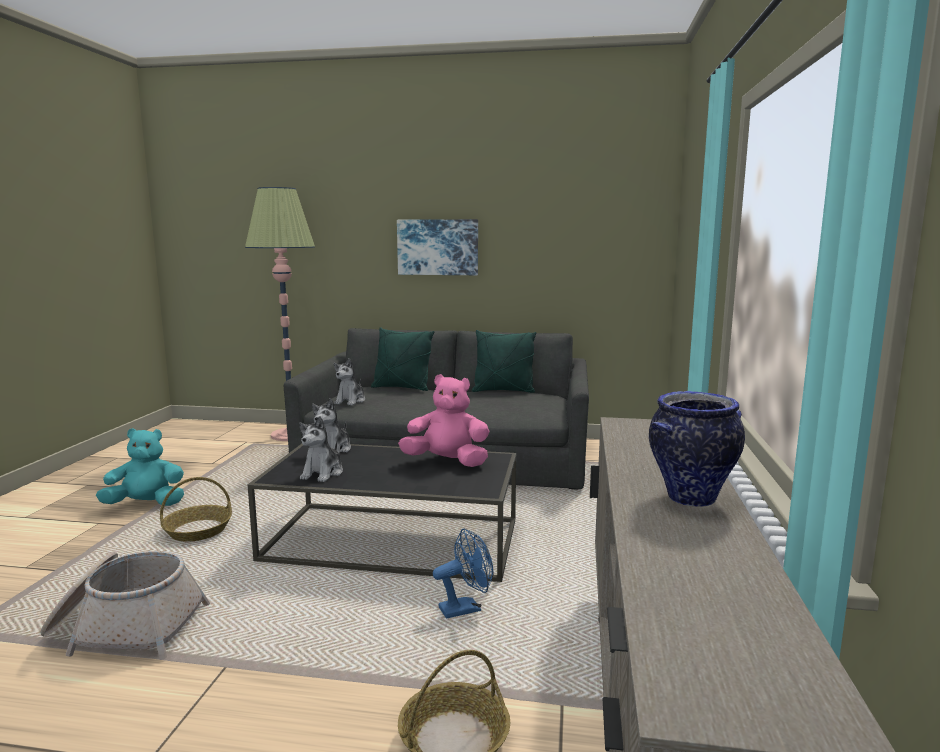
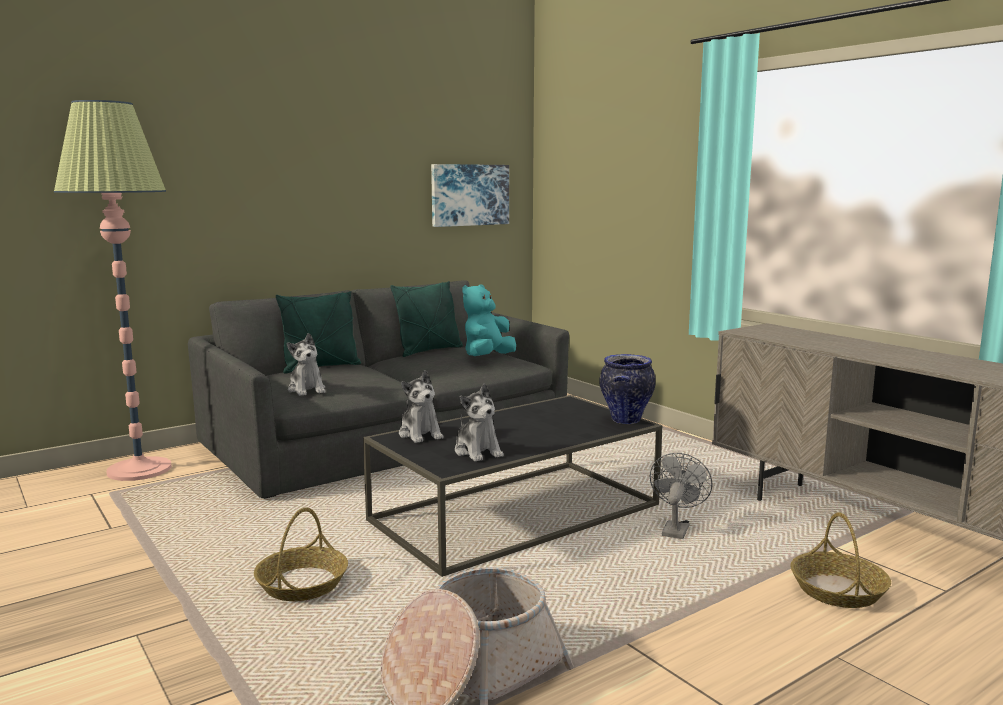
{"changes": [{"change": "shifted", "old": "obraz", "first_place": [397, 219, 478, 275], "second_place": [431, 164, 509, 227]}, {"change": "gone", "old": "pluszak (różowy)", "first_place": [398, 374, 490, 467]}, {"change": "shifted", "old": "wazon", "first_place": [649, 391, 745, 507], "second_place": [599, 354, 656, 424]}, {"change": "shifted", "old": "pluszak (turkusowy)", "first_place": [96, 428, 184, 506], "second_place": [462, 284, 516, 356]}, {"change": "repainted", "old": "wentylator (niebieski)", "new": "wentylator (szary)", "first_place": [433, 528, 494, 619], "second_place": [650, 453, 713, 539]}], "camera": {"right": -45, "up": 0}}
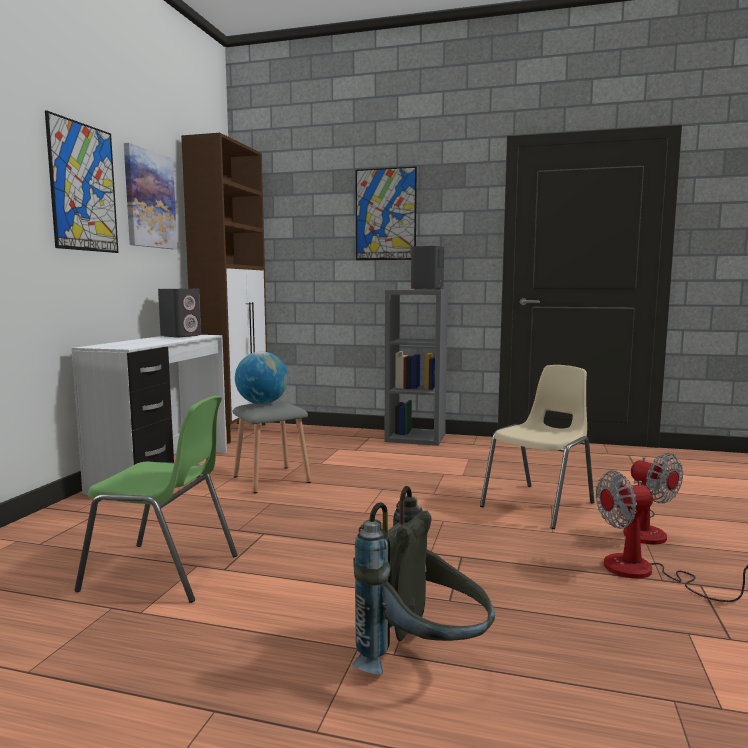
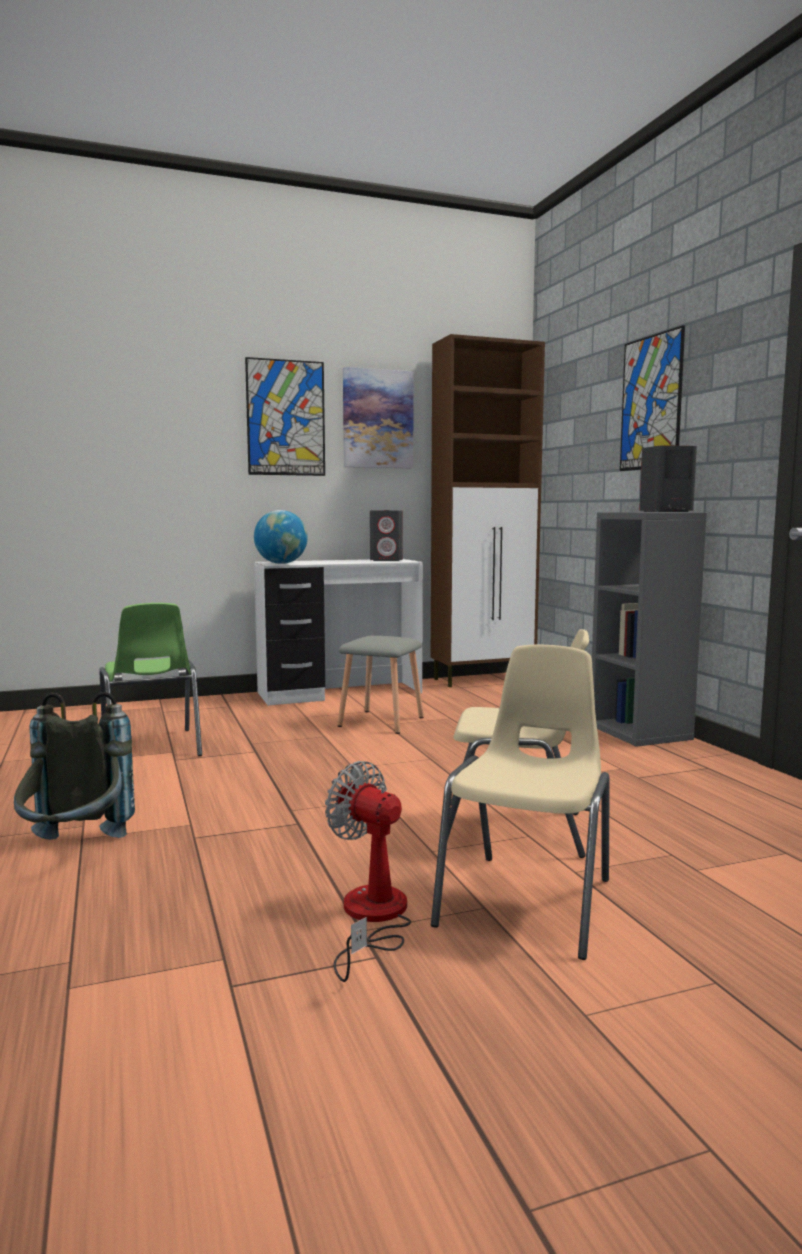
{"changes": [{"change": "shifted", "old": "globus", "first_place": [235, 351, 288, 404], "second_place": [254, 510, 308, 564]}, {"change": "swapped", "old": "wentylator", "new": "krzesło (beżowy)", "first_place": [618, 453, 683, 544], "second_place": [431, 645, 610, 960]}], "camera": {"right": 55, "up": 0}}
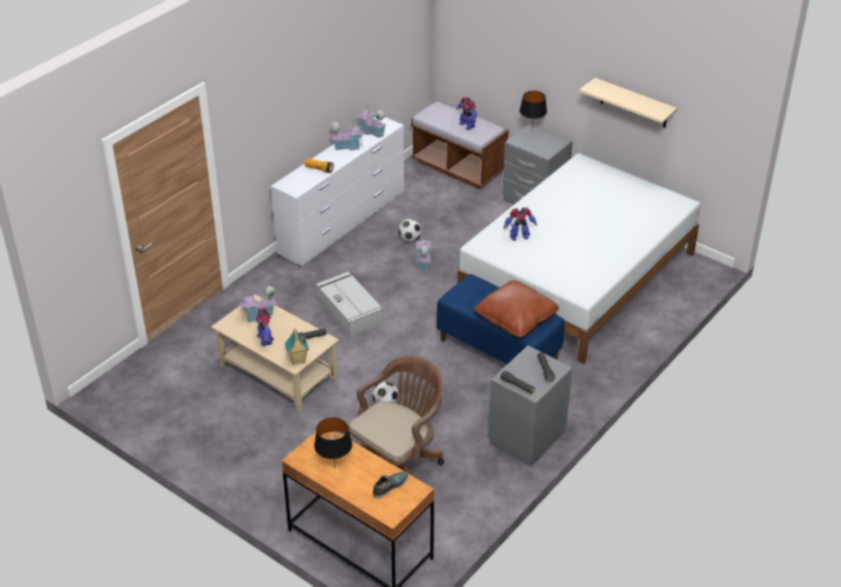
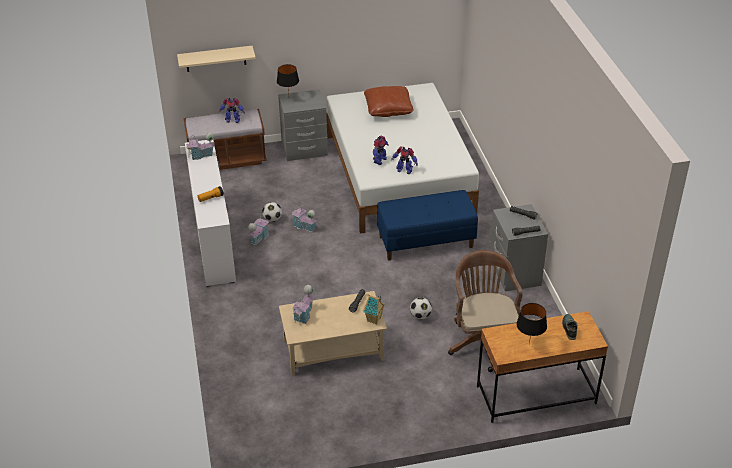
{"changes": [{"change": "shifted", "old": "półka (beżowy)", "first_place": [579, 78, 677, 128], "second_place": [177, 46, 256, 72]}, {"change": "shifted", "old": "domek", "first_place": [331, 119, 364, 151], "second_place": [248, 216, 269, 246]}, {"change": "gone", "old": "pojemnik do przechowywania (szary)", "first_place": [316, 272, 383, 337]}, {"change": "shifted", "old": "poduszka (brązowy)", "first_place": [474, 280, 559, 338], "second_place": [364, 86, 413, 117]}, {"change": "shifted", "old": "robot zabawkowy", "first_place": [256, 307, 274, 346], "second_place": [391, 146, 418, 174]}], "camera": {"right": -50, "up": 0}}
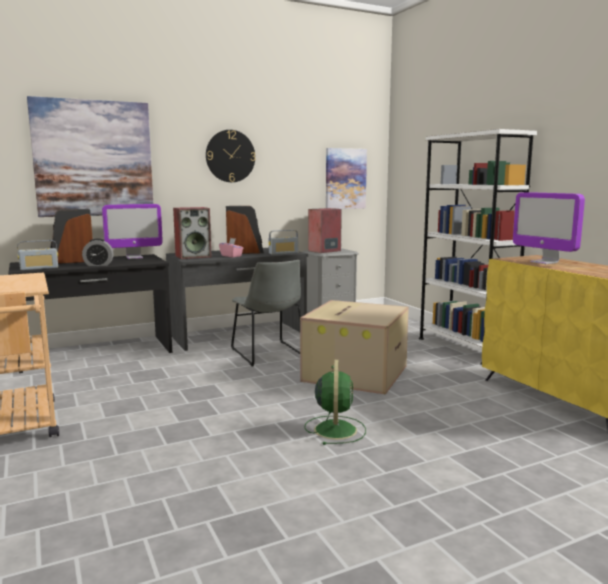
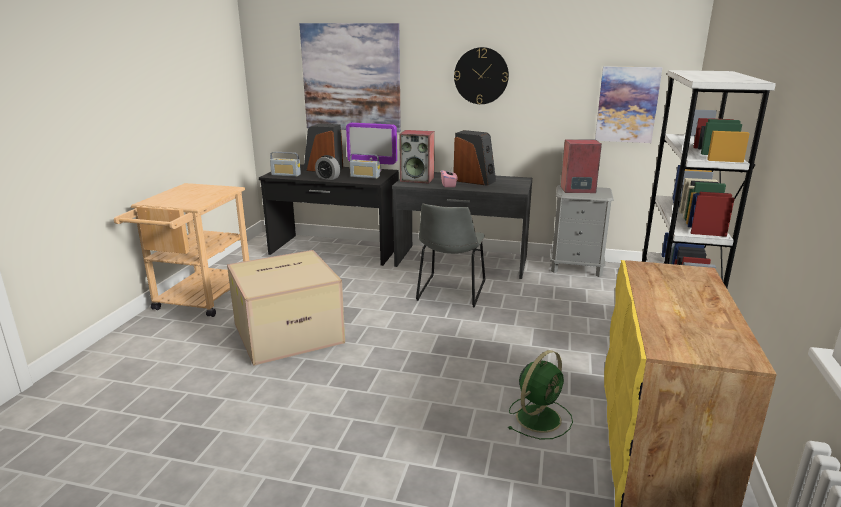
{"changes": [{"change": "gone", "old": "monitor", "first_place": [513, 192, 585, 264]}, {"change": "shifted", "old": "radio", "first_place": [269, 230, 298, 255], "second_place": [350, 153, 380, 179]}, {"change": "shifted", "old": "karton", "first_place": [300, 300, 409, 395], "second_place": [227, 250, 345, 366]}, {"change": "shifted", "old": "wentylator (zielony)", "first_place": [304, 360, 366, 445], "second_place": [508, 350, 573, 440]}], "camera": {"right": 40, "up": 10}}
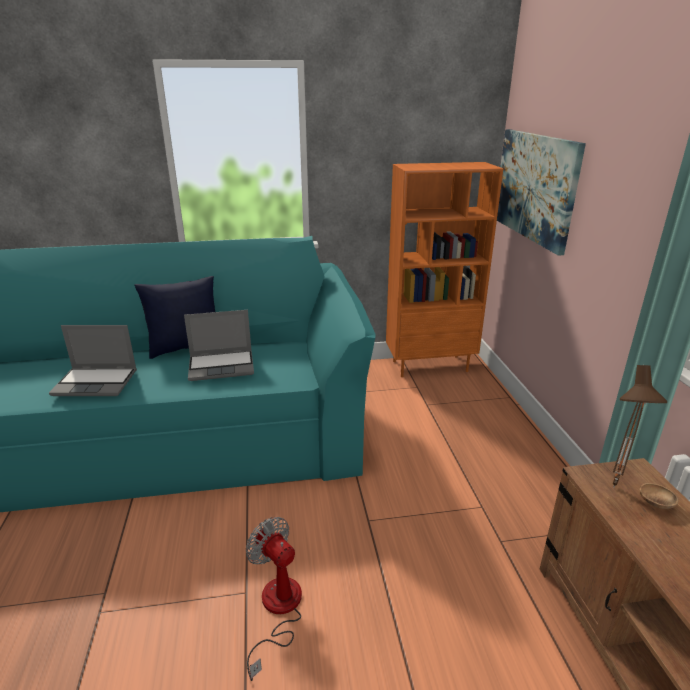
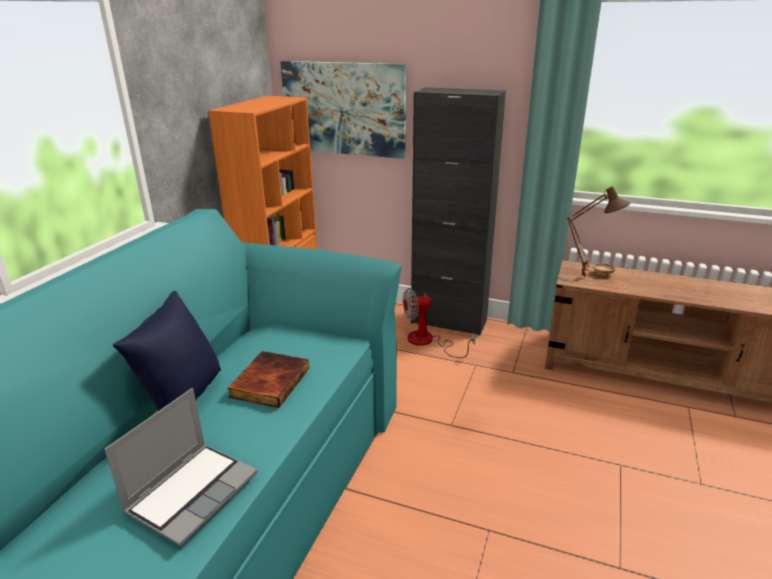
{"changes": [{"change": "swapped", "old": "laptop", "new": "książka", "first_place": [184, 310, 254, 381], "second_place": [227, 351, 309, 408]}, {"change": "shifted", "old": "wentylator", "first_place": [246, 517, 302, 681], "second_place": [403, 288, 476, 358]}, {"change": "new", "new": "szafka (czarny)", "second_place": [411, 87, 506, 336]}], "camera": {"right": -60, "up": 0}}
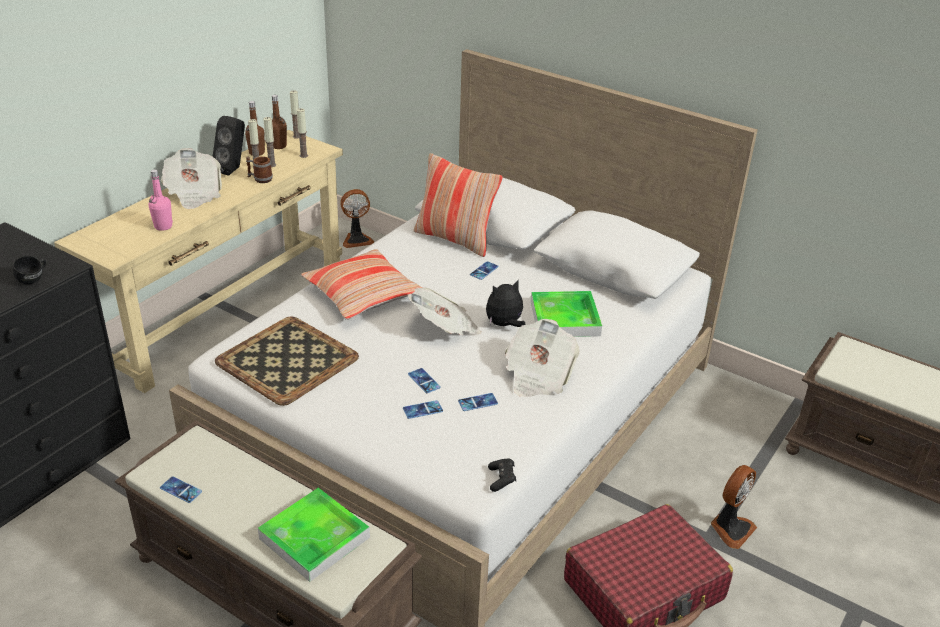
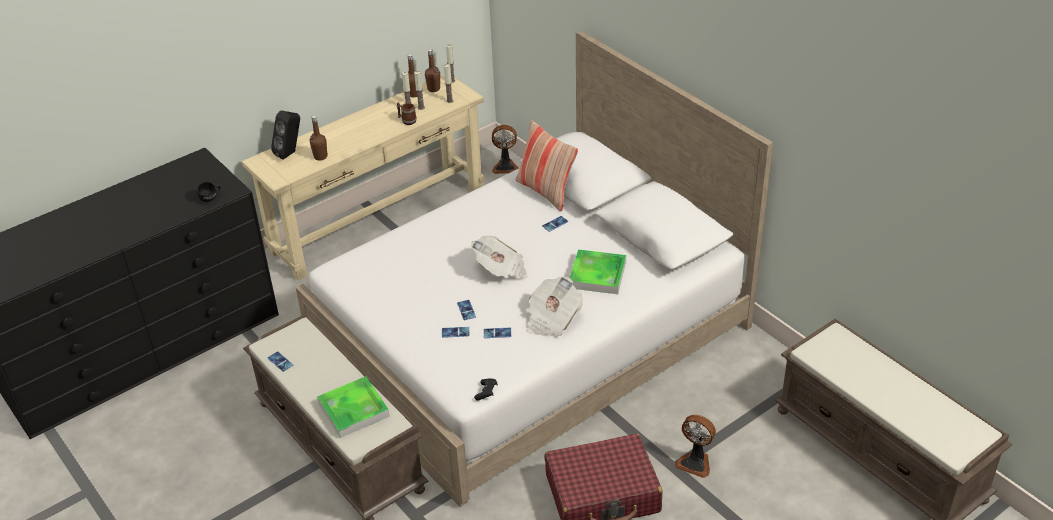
{"changes": [{"change": "shifted", "old": "głośnik (czarny)", "first_place": [213, 116, 245, 176], "second_place": [271, 110, 300, 160]}, {"change": "gone", "old": "gazeta", "first_place": [161, 148, 222, 209]}, {"change": "repainted", "old": "butelka (różowy)", "new": "butelka (brązowy)", "first_place": [148, 169, 173, 231], "second_place": [310, 115, 328, 160]}, {"change": "gone", "old": "poduszka", "first_place": [301, 249, 422, 320]}, {"change": "gone", "old": "pluszak", "first_place": [486, 280, 526, 327]}, {"change": "gone", "old": "taca", "first_place": [215, 316, 359, 406]}, {"change": "rotated", "old": "wentylator", "first_place": [711, 465, 757, 549], "second_place": [675, 415, 716, 478], "degrees": 60}], "camera": {"right": 20, "up": 5}}
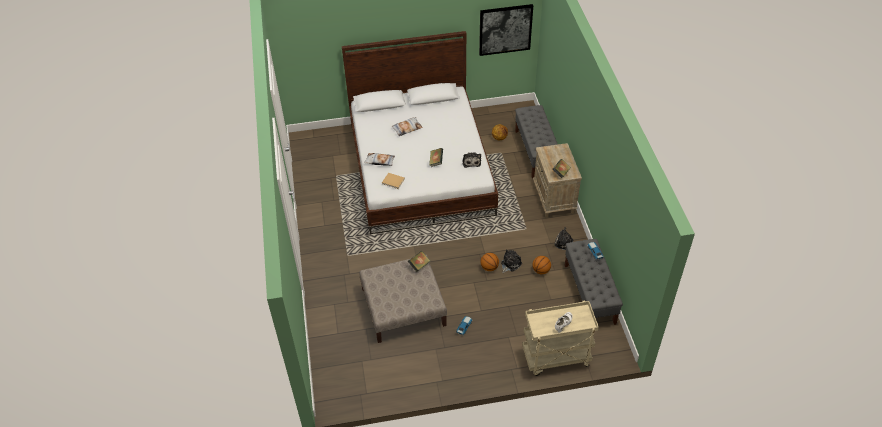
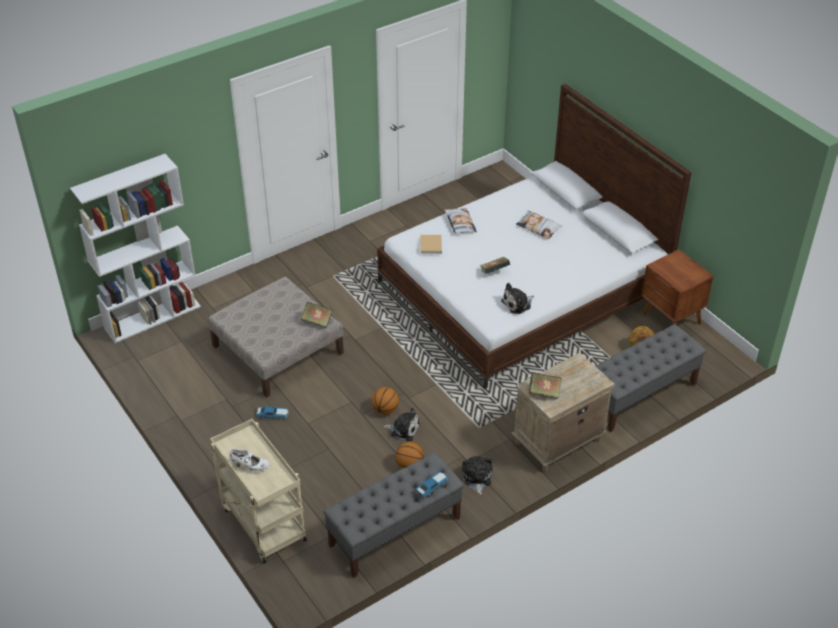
{"changes": [{"change": "gone", "old": "obraz", "first_place": [479, 4, 533, 56]}, {"change": "new", "new": "regał (biały)", "second_place": [70, 154, 201, 343]}, {"change": "new", "new": "szafka nocna (brązowy)", "second_place": [641, 249, 714, 325]}], "camera": {"right": 65, "up": -5}}
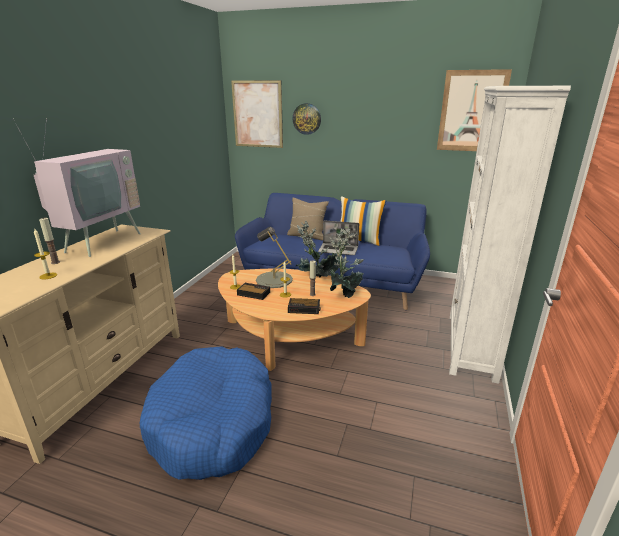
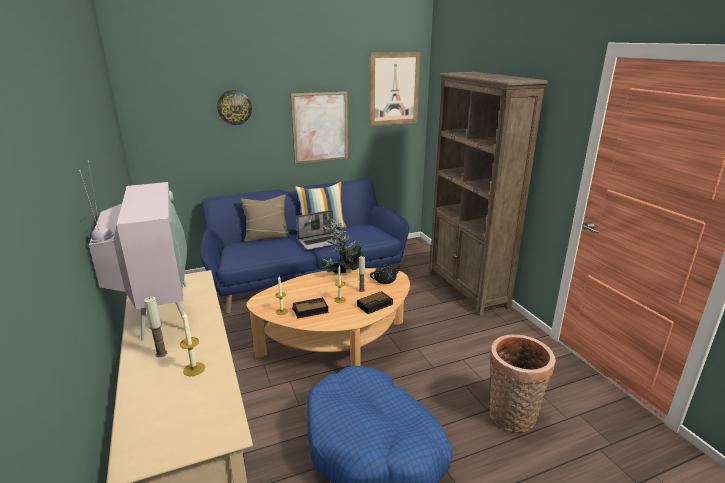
{"changes": [{"change": "shifted", "old": "obraz", "first_place": [231, 80, 283, 148], "second_place": [290, 91, 348, 164]}, {"change": "repainted", "old": "regał (biały)", "new": "regał (brązowy)", "first_place": [449, 86, 571, 384], "second_place": [429, 72, 548, 316]}, {"change": "gone", "old": "lampa stołowa (szary)", "first_place": [256, 227, 293, 288]}, {"change": "swapped", "old": "roślina doniczkowa", "new": "imbryk (czarny)", "first_place": [330, 228, 364, 298], "second_place": [370, 264, 402, 284]}, {"change": "new", "new": "koszyk", "second_place": [489, 334, 556, 432]}], "camera": {"right": -40, "up": 0}}
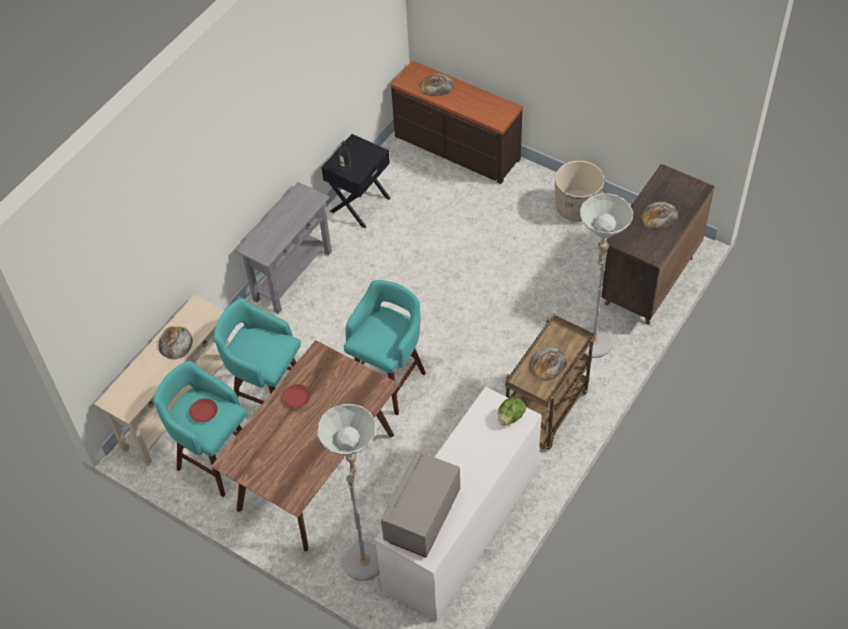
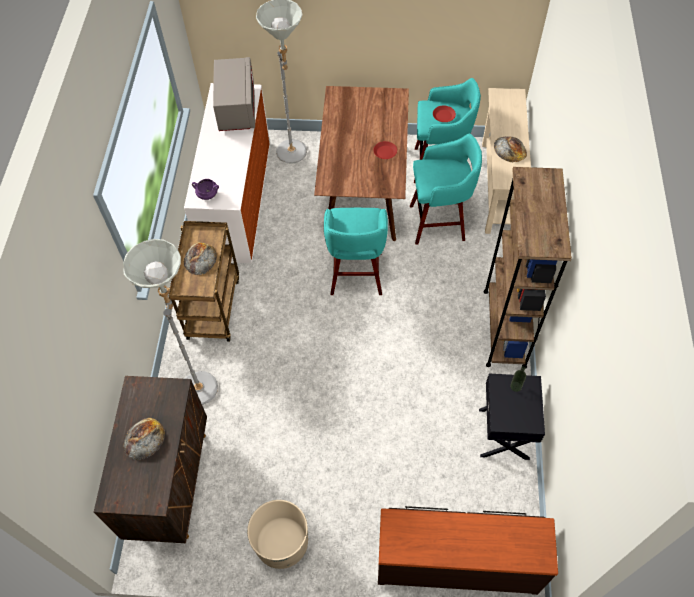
{"changes": [{"change": "gone", "old": "chleb", "first_place": [420, 74, 454, 96]}, {"change": "swapped", "old": "stolik konsolowy (szary)", "new": "regał (brązowy)", "first_place": [235, 182, 332, 314], "second_place": [484, 167, 572, 369]}, {"change": "swapped", "old": "sałata", "new": "garnek (fioletowy)", "first_place": [498, 397, 526, 426], "second_place": [192, 179, 219, 200]}], "camera": {"right": 150, "up": 5}}
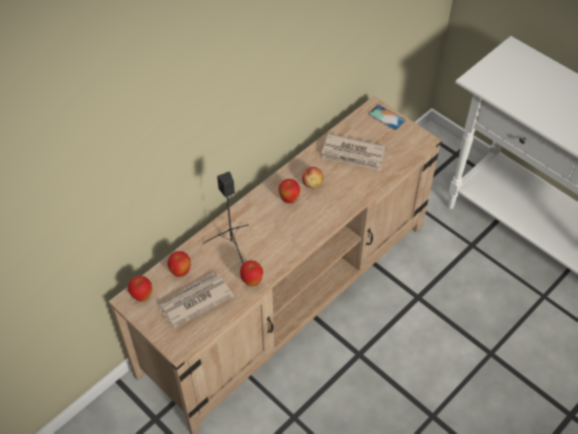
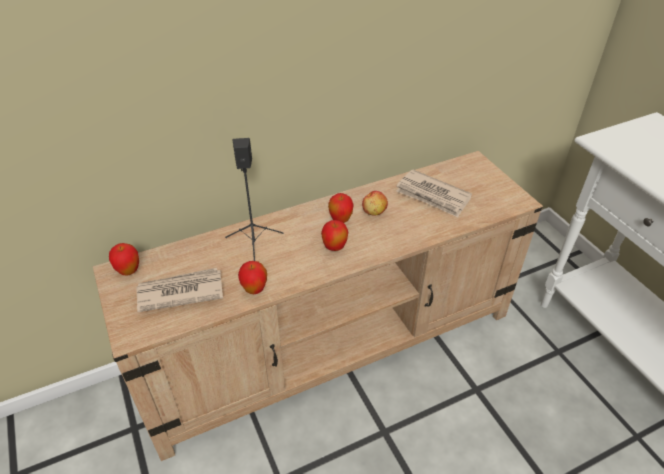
{"changes": [{"change": "gone", "old": "telefon", "first_place": [368, 105, 405, 130]}, {"change": "shifted", "old": "jabłko", "first_place": [167, 251, 191, 277], "second_place": [321, 220, 349, 251]}], "camera": {"right": 20, "up": -10}}
